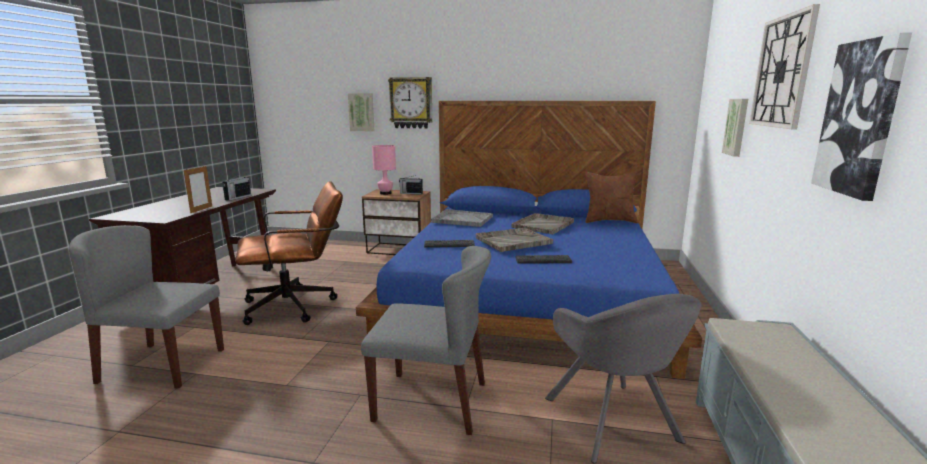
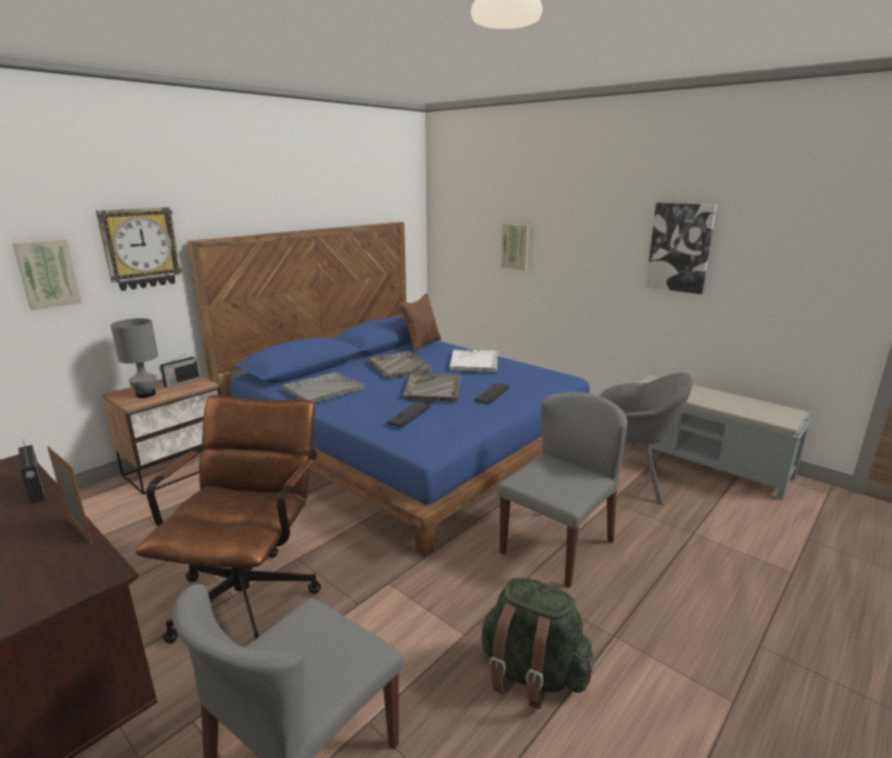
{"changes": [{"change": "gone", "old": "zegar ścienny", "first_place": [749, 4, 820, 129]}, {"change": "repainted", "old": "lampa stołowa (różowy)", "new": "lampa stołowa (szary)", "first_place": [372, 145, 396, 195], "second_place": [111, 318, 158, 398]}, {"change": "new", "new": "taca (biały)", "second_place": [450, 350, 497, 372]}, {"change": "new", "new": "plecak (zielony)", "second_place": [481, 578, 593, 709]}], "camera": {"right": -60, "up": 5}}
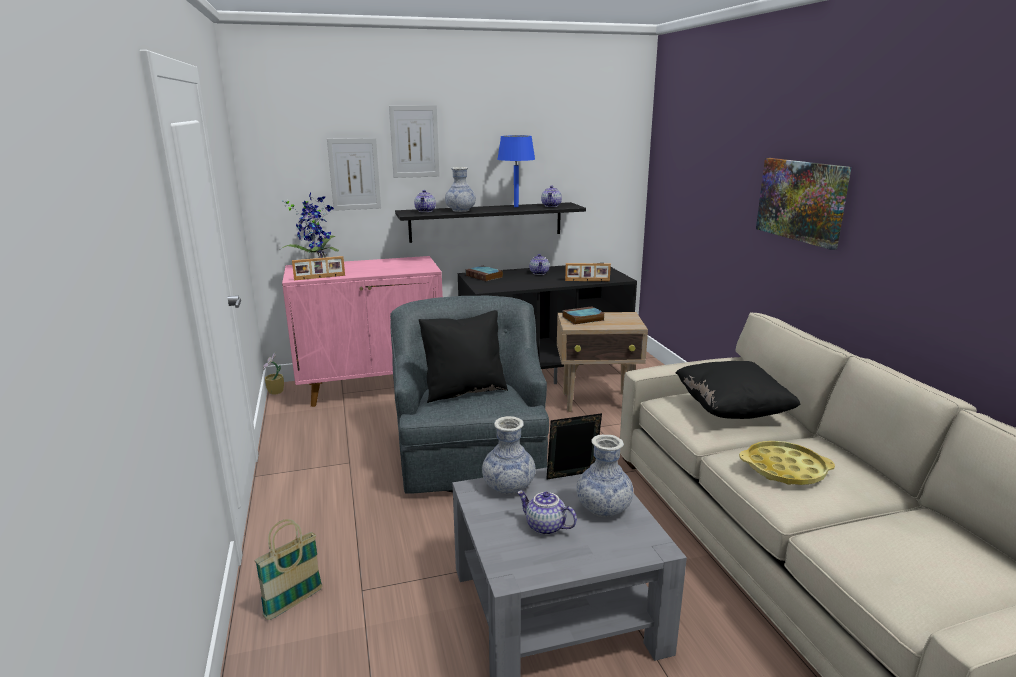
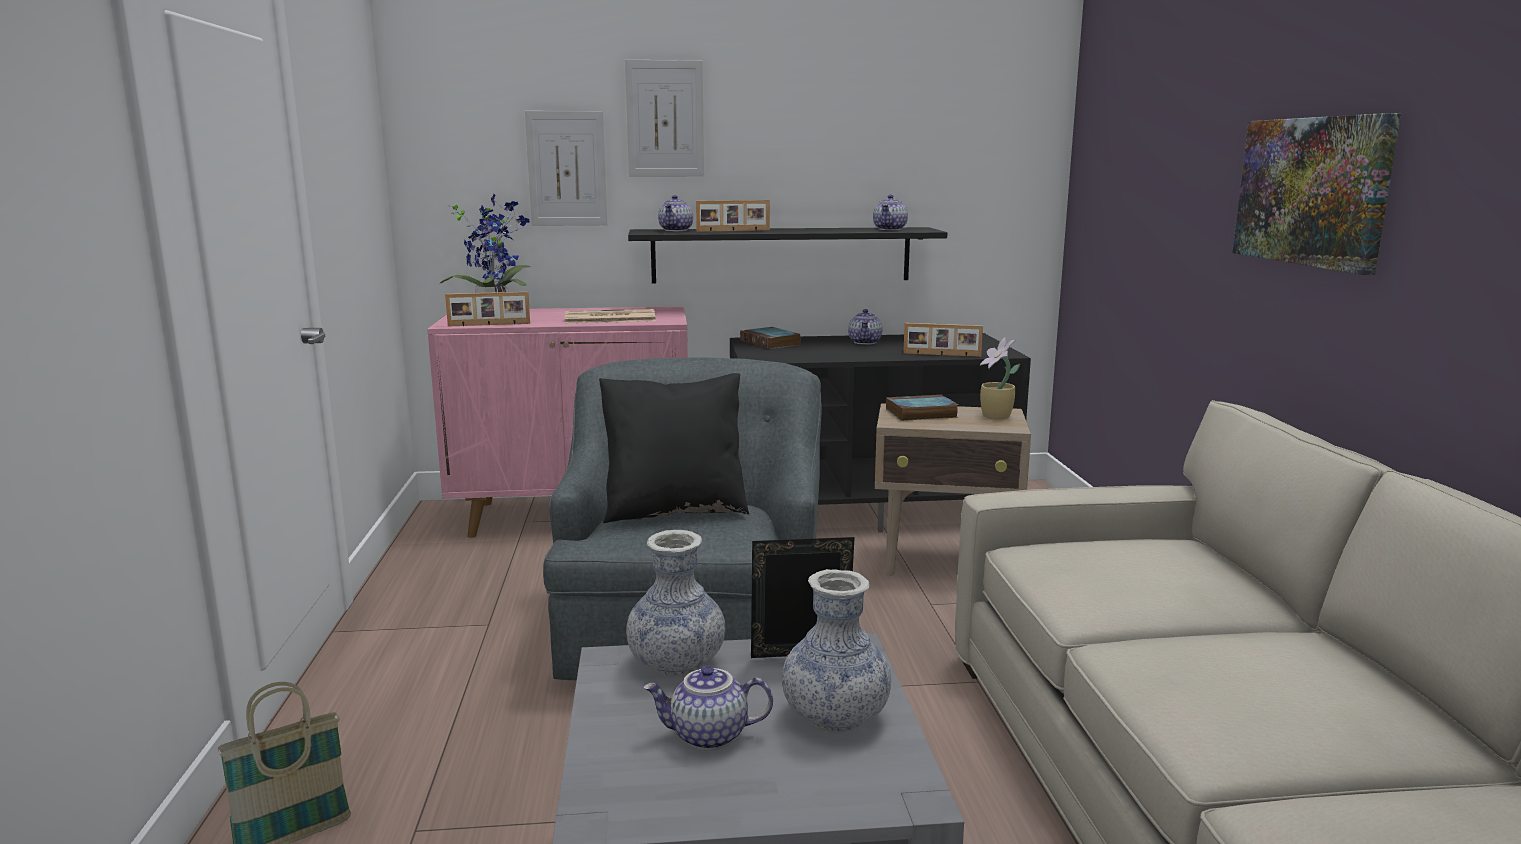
{"changes": [{"change": "gone", "old": "lampa stołowa (niebieski)", "first_place": [497, 135, 535, 207]}, {"change": "swapped", "old": "wazon", "new": "ramka na zdjęcie", "first_place": [445, 167, 476, 212], "second_place": [696, 200, 770, 232]}, {"change": "shifted", "old": "roślina doniczkowa", "first_place": [263, 352, 284, 395], "second_place": [979, 337, 1020, 420]}, {"change": "gone", "old": "poduszka (czarny)", "first_place": [676, 361, 801, 419]}, {"change": "gone", "old": "taca (żółty)", "first_place": [739, 441, 835, 485]}, {"change": "rotated", "old": "imbryk", "first_place": [517, 491, 577, 535], "second_place": [643, 665, 773, 750], "degrees": -45}, {"change": "new", "new": "gazeta", "second_place": [565, 309, 656, 323]}], "camera": {"right": 10, "up": -5}}
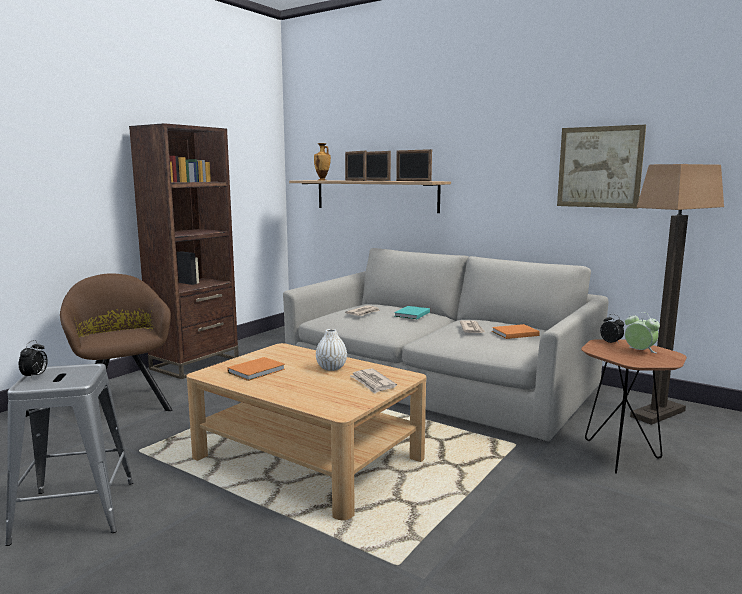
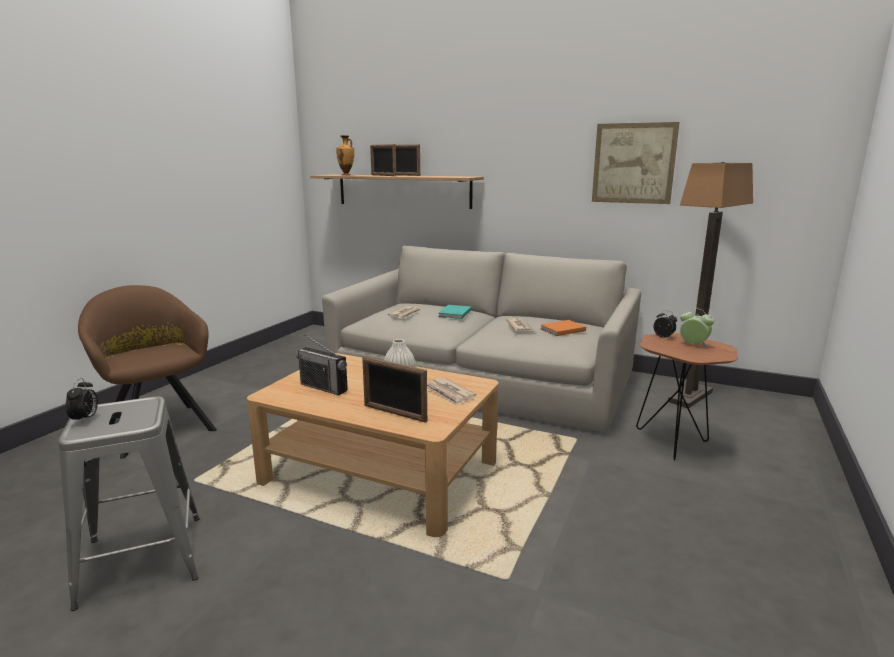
{"changes": [{"change": "gone", "old": "regał (brązowy)", "first_place": [129, 123, 239, 379]}, {"change": "shifted", "old": "ramka na zdjęcie", "first_place": [396, 149, 432, 181], "second_place": [362, 356, 427, 423]}, {"change": "swapped", "old": "książka (pomarańczowy)", "new": "radio", "first_place": [228, 357, 285, 381], "second_place": [296, 335, 348, 395]}], "camera": {"right": -10, "up": 5}}
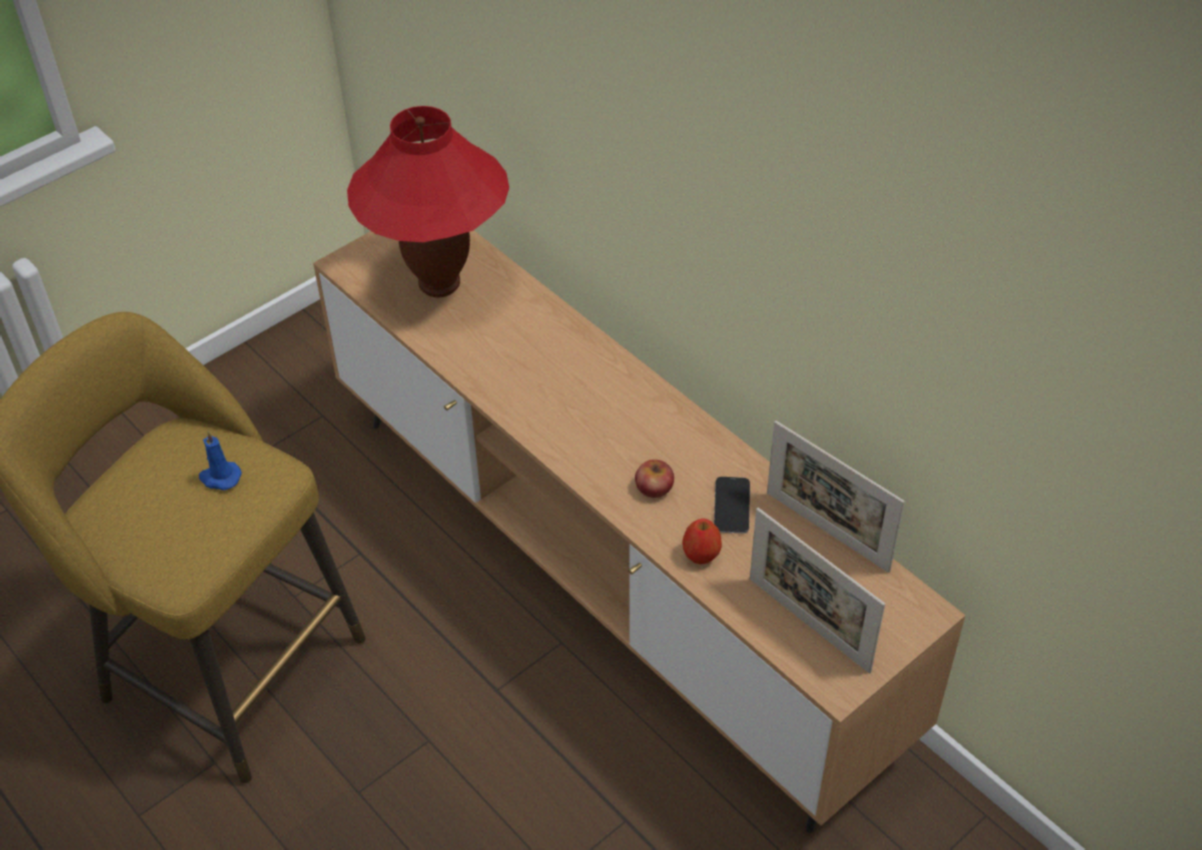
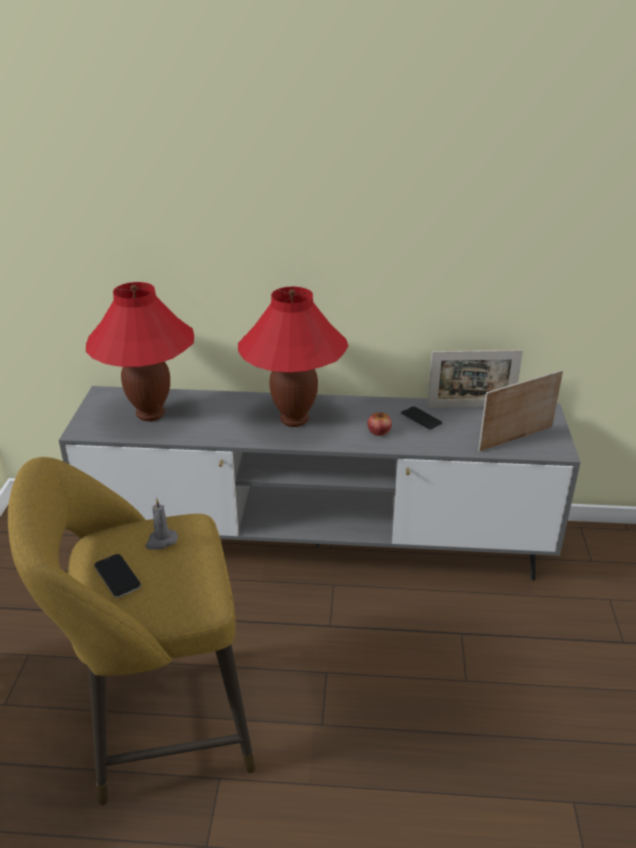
{"changes": [{"change": "repainted", "old": "szafka pod telewizor (brązowy)", "new": "szafka pod telewizor (szary)", "first_place": [313, 230, 966, 833], "second_place": [59, 386, 580, 581]}, {"change": "repainted", "old": "świeca (niebieski)", "new": "świeca (szary)", "first_place": [199, 431, 242, 490], "second_place": [145, 498, 178, 550]}, {"change": "rotated", "old": "ramka na zdjęcie", "first_place": [750, 508, 885, 673], "second_place": [478, 370, 563, 452], "degrees": 150}, {"change": "gone", "old": "jabłko", "first_place": [682, 518, 722, 564]}, {"change": "new", "new": "lampa stołowa (czerwony)", "second_place": [238, 286, 348, 427]}, {"change": "new", "new": "telefon", "second_place": [94, 554, 141, 598]}], "camera": {"right": -45, "up": -15}}
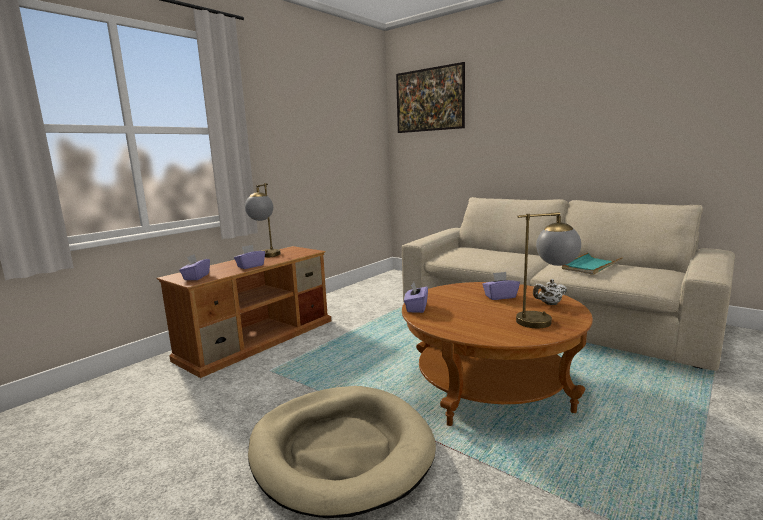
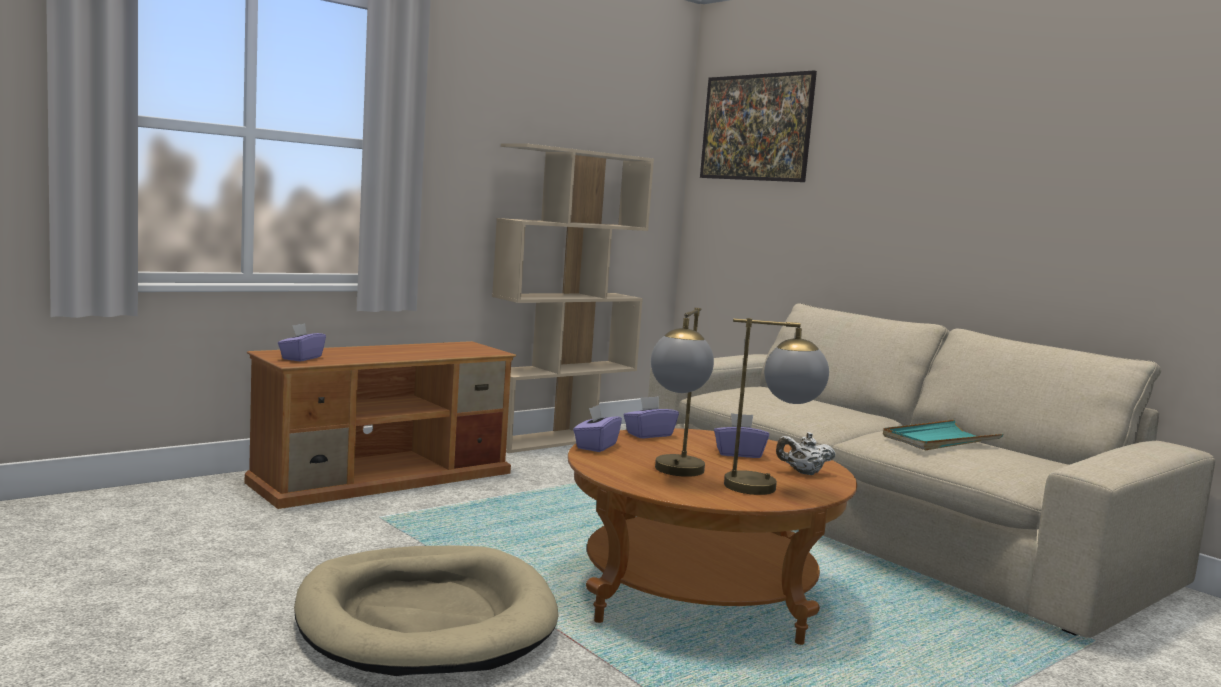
{"changes": [{"change": "shifted", "old": "lampa stołowa", "first_place": [245, 183, 281, 257], "second_place": [651, 308, 714, 477]}, {"change": "shifted", "old": "pudełko chusteczek (fioletowy)", "first_place": [234, 245, 265, 269], "second_place": [624, 396, 679, 438]}, {"change": "new", "new": "regał (beżowy)", "second_place": [492, 143, 654, 453]}], "camera": {"right": 10, "up": -5}}
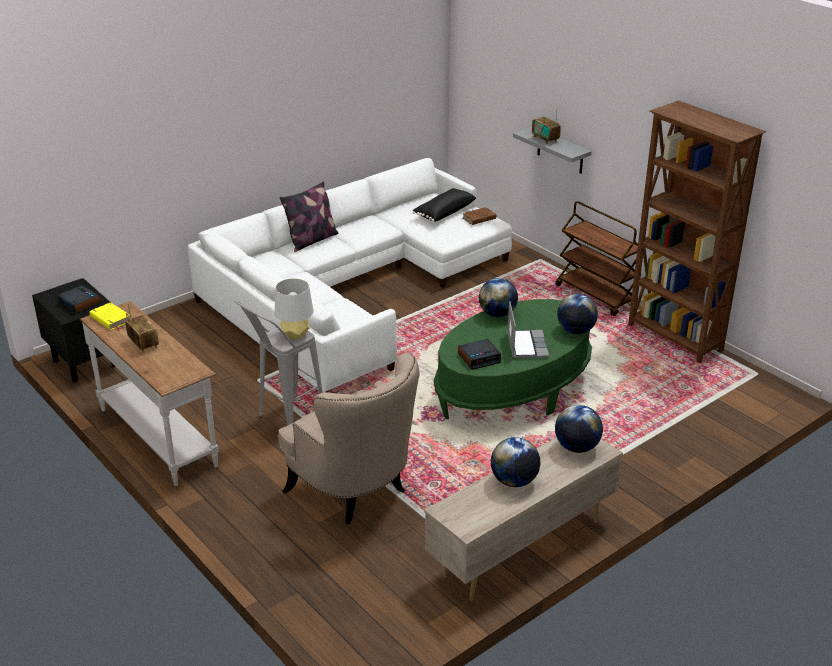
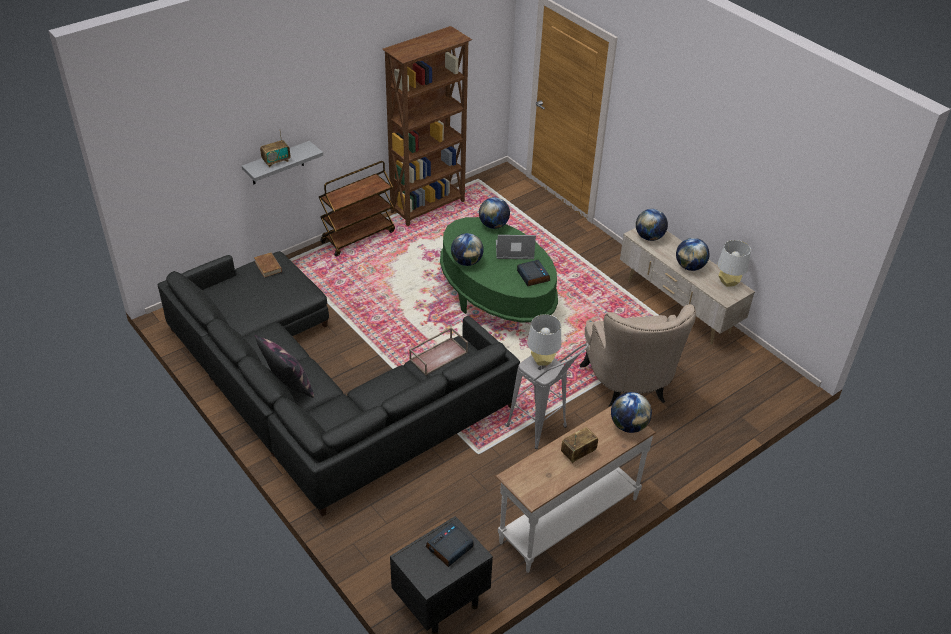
{"changes": [{"change": "repainted", "old": "kanapa (biały)", "new": "kanapa (czarny)", "first_place": [188, 158, 512, 392], "second_place": [157, 251, 520, 516]}, {"change": "gone", "old": "poduszka (czarny)", "first_place": [412, 188, 477, 222]}, {"change": "gone", "old": "książka (żółty)", "first_place": [89, 302, 131, 331]}, {"change": "rotated", "old": "fotel (beżowy)", "first_place": [278, 353, 420, 525], "second_place": [580, 304, 696, 408], "degrees": 120}, {"change": "new", "new": "lampa stołowa (szary)", "second_place": [717, 240, 751, 287]}, {"change": "new", "new": "taca (brązowy)", "second_place": [409, 327, 468, 375]}, {"change": "new", "new": "globus", "second_place": [611, 392, 652, 433]}], "camera": {"right": -90, "up": 10}}
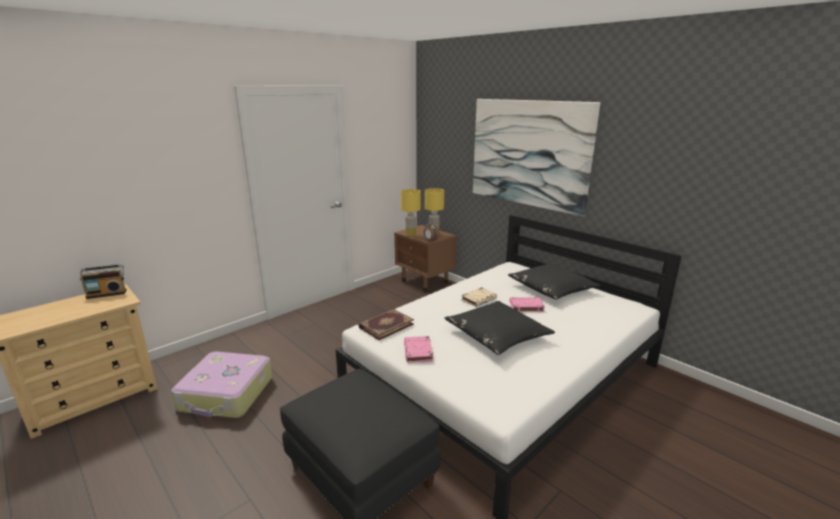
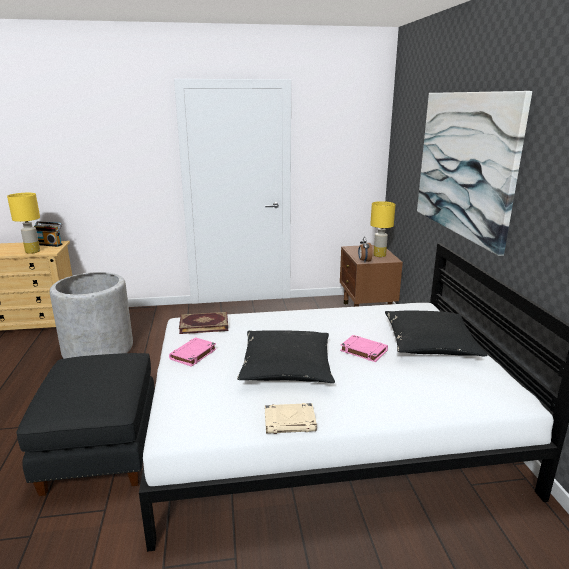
{"changes": [{"change": "shifted", "old": "lampa stołowa (żółty)", "first_place": [401, 189, 421, 237], "second_place": [7, 193, 40, 254]}, {"change": "shifted", "old": "książka (beżowy)", "first_place": [461, 287, 497, 307], "second_place": [265, 403, 317, 434]}, {"change": "swapped", "old": "walizka", "new": "donica (szary)", "first_place": [171, 352, 272, 418], "second_place": [50, 272, 133, 359]}], "camera": {"right": 35, "up": 0}}
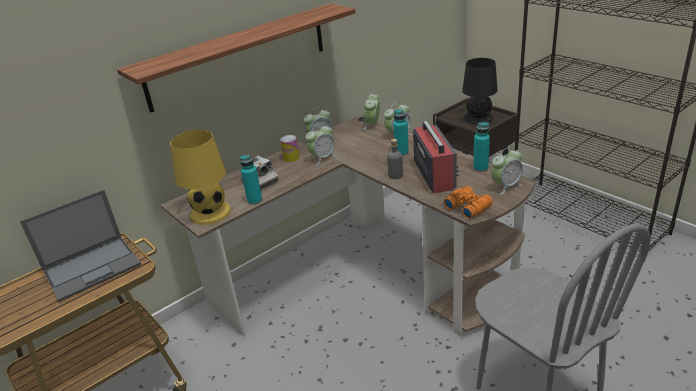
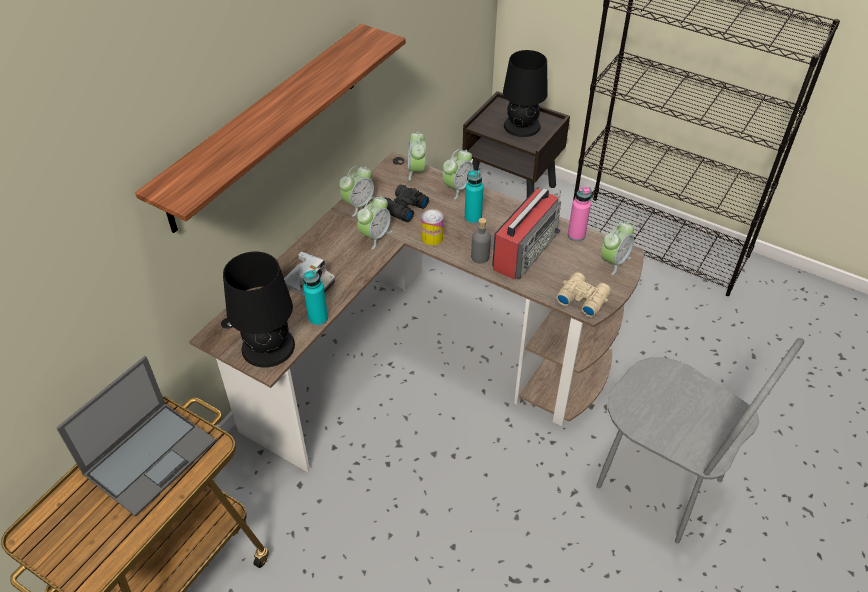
{"changes": [{"change": "rotated", "old": "radio", "first_place": [413, 116, 459, 193], "second_place": [492, 188, 561, 280], "degrees": 60}, {"change": "repainted", "old": "butelka (turkusowy)", "new": "butelka (różowy)", "first_place": [473, 122, 490, 172], "second_place": [568, 187, 592, 241]}, {"change": "repainted", "old": "lampa stołowa (żółty)", "new": "lampa stołowa (czarny)", "first_place": [170, 130, 231, 225], "second_place": [223, 252, 295, 368]}, {"change": "shifted", "old": "puszka", "first_place": [280, 135, 299, 162], "second_place": [421, 209, 443, 245]}, {"change": "repainted", "old": "lornetka (pomarańczowy)", "new": "lornetka (beżowy)", "first_place": [444, 186, 493, 219], "second_place": [556, 272, 611, 317]}, {"change": "new", "new": "lornetka (czarny)", "second_place": [384, 184, 429, 222]}], "camera": {"right": -20, "up": 15}}
